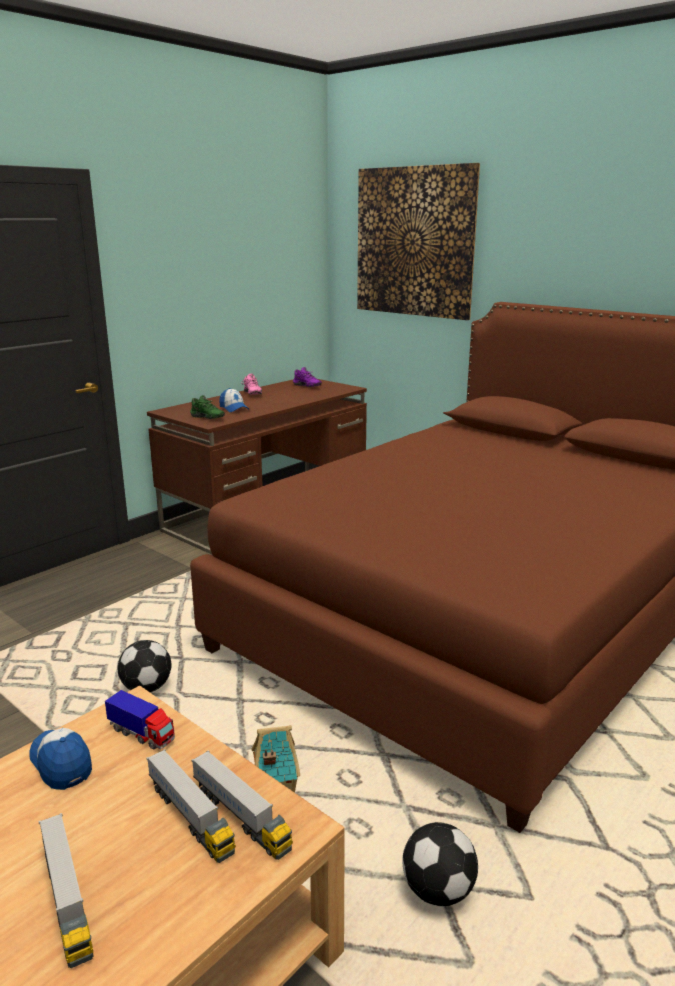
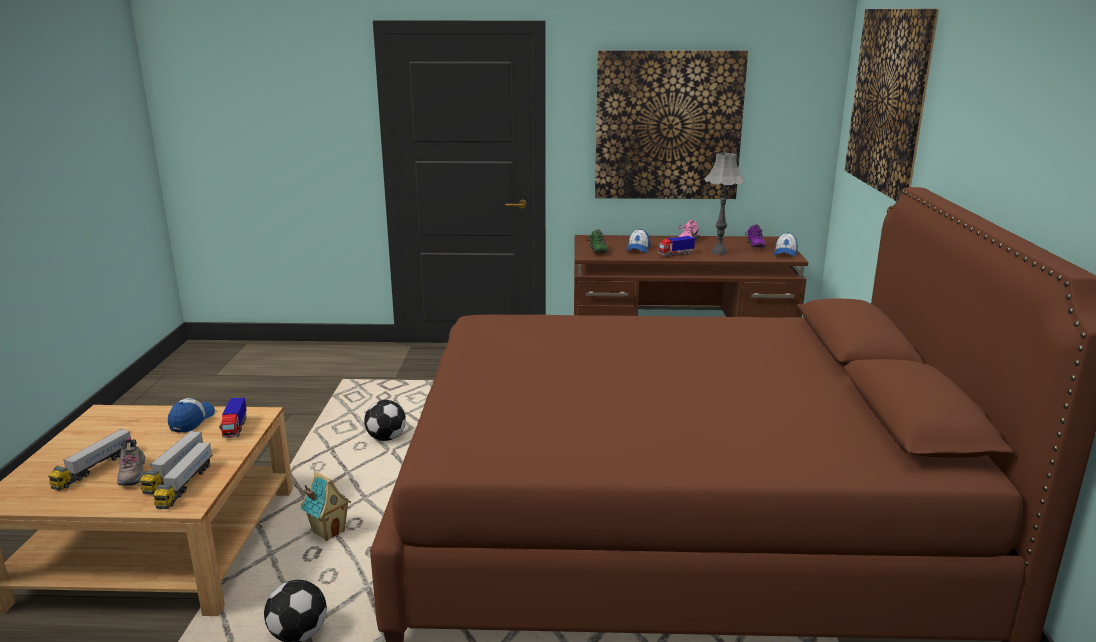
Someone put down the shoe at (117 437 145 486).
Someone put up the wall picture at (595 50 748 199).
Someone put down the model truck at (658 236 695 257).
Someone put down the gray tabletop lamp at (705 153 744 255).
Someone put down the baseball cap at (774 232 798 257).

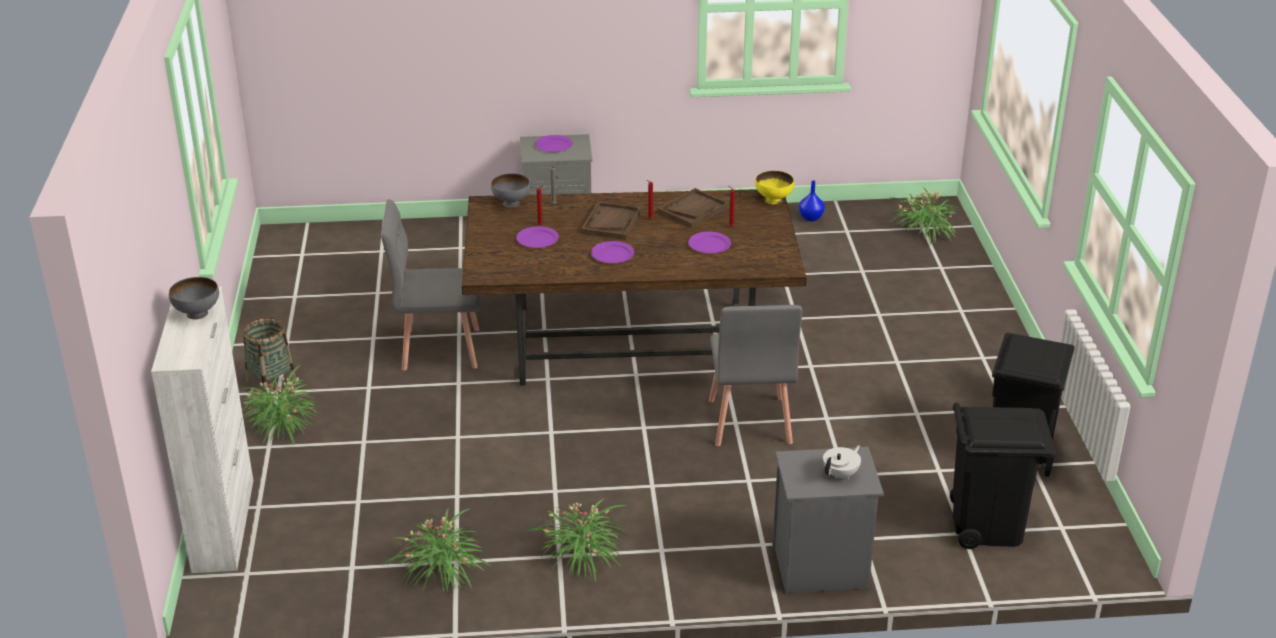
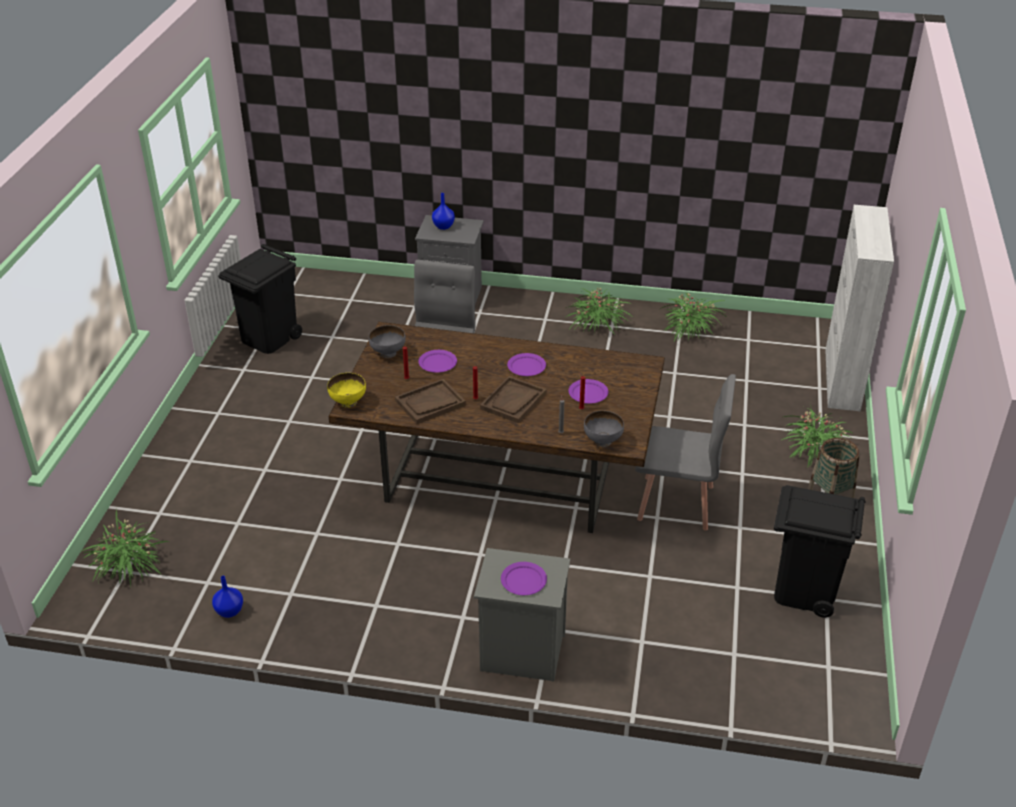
Someone carried the gray bowl from (169 277 219 319) to (369 325 406 358).
Someone swapped the white tea pot at (823 445 861 479) for the blue-coloured vase at (432 193 455 230).
Someone carried the blackish rubbish bin from (950 403 1056 549) to (774 485 866 618).

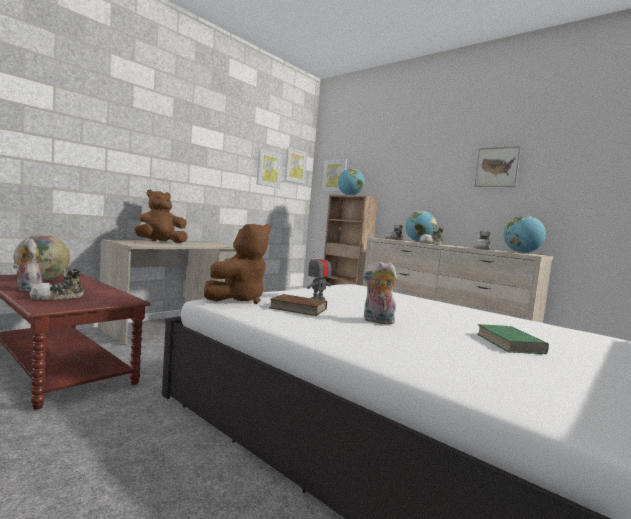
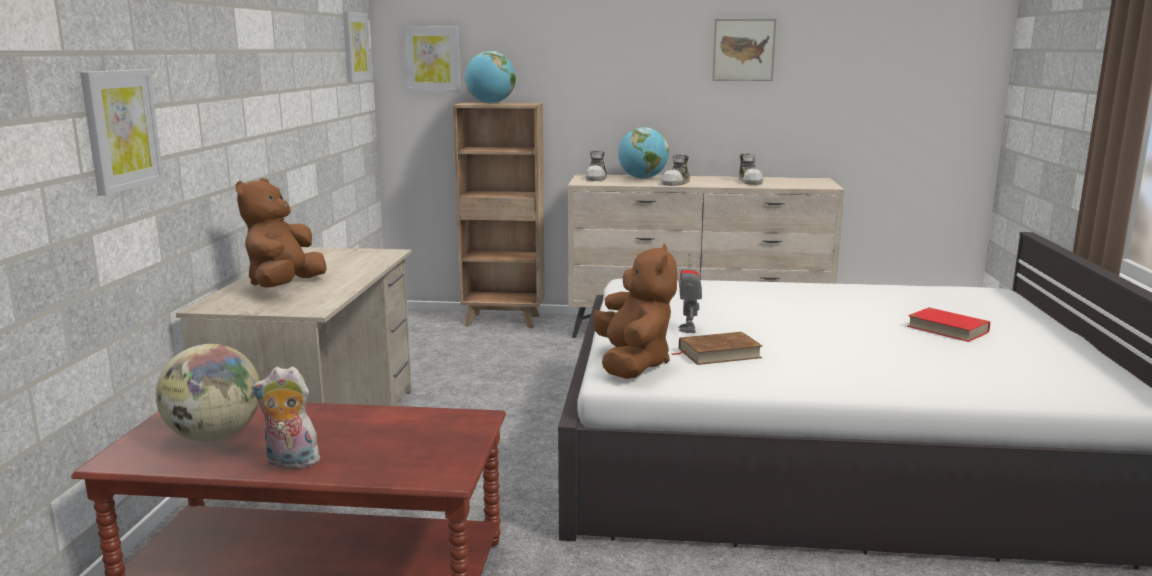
Someone took away the shoe at (30 269 84 300).
Someone carried the wall picture from (257 149 283 188) to (80 69 164 196).
Someone took away the cuddly toy at (363 262 397 324).
Someone repainted the greenish volume at (477 324 549 354), which became the reddish volume at (907 307 990 342).
Someone took away the desk globe at (504 216 546 253).

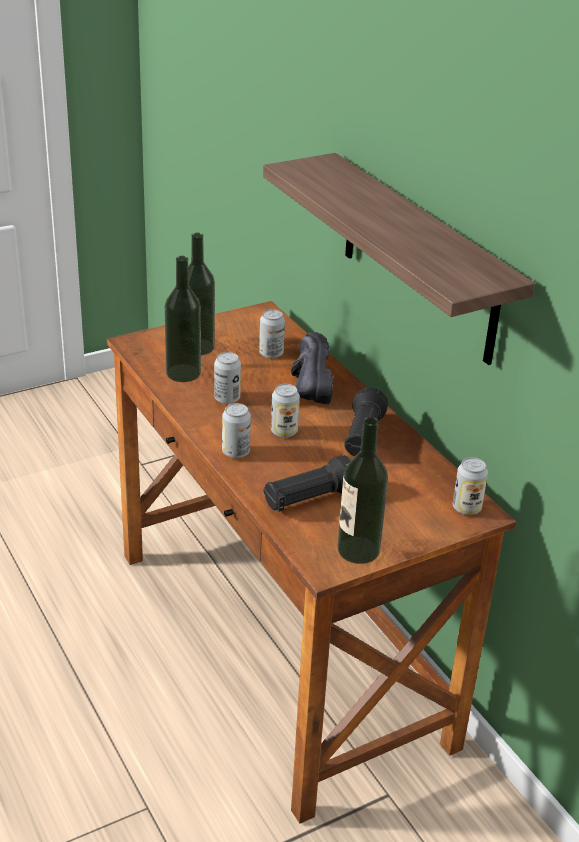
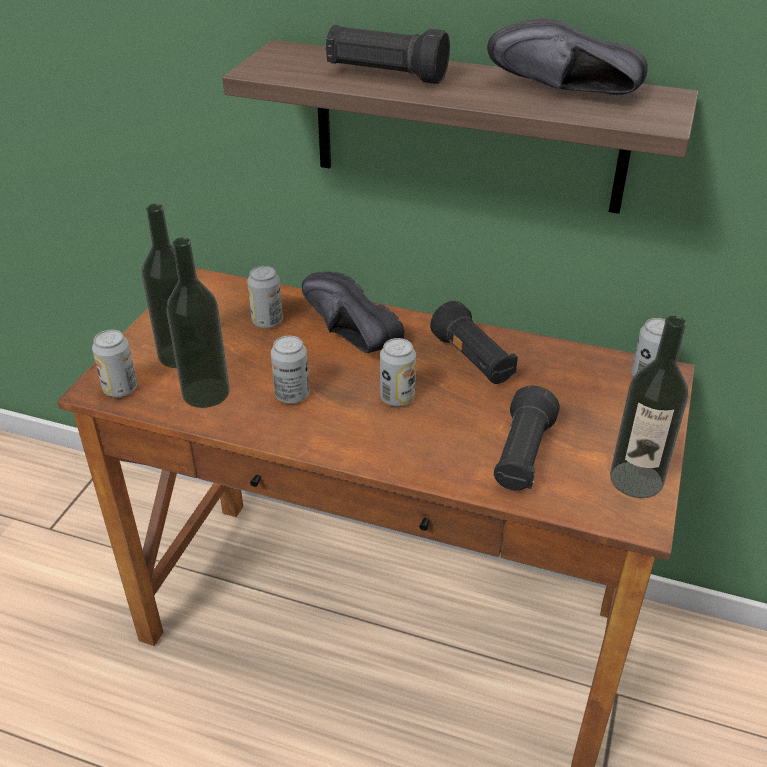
Someone carried the metal can from (222 403 251 458) to (92 330 137 397).
Someone put down the blackish hand torch at (326 25 450 84).
Someone put down the blackish shoe at (487 18 648 95).

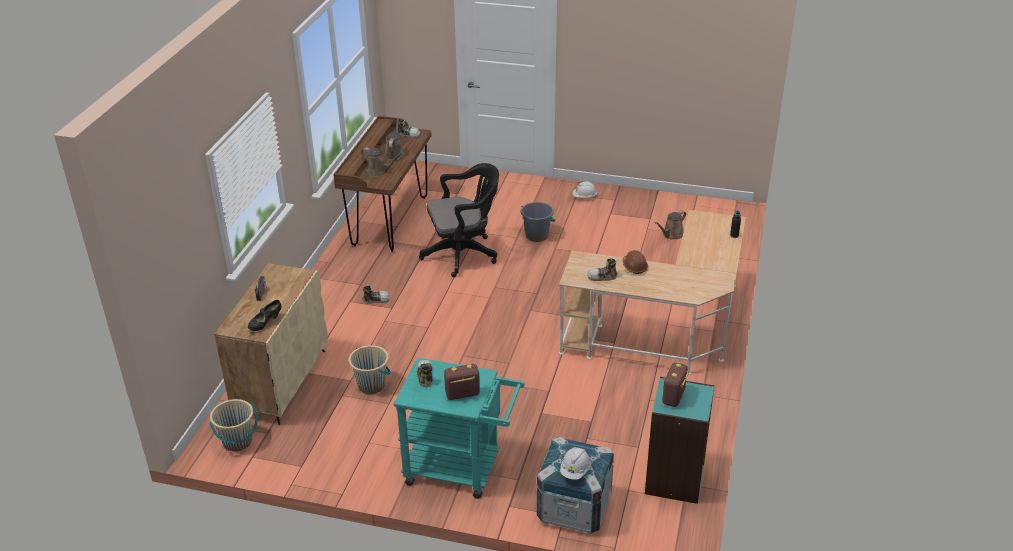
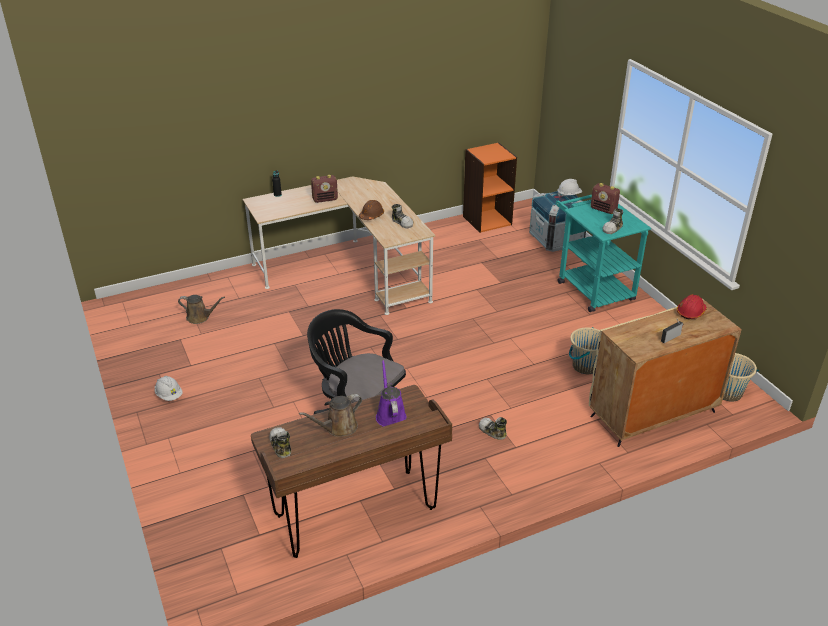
Someone swapped the blackish shoe at (248 300 281 331) for the reddish hard hat at (677 294 707 320).
Someone repainted the brown sprinkling can at (361 148 402 177), which became the purplish sprinkling can at (376 360 406 427).
Someone took away the gray bucket at (521 202 556 242).
Someone repainted the blue-green bookshelf at (645 377 715 504), which became the orange-coloured bookshelf at (463 142 517 233).
Someone carried the radio from (662 362 689 407) to (311 175 338 203).

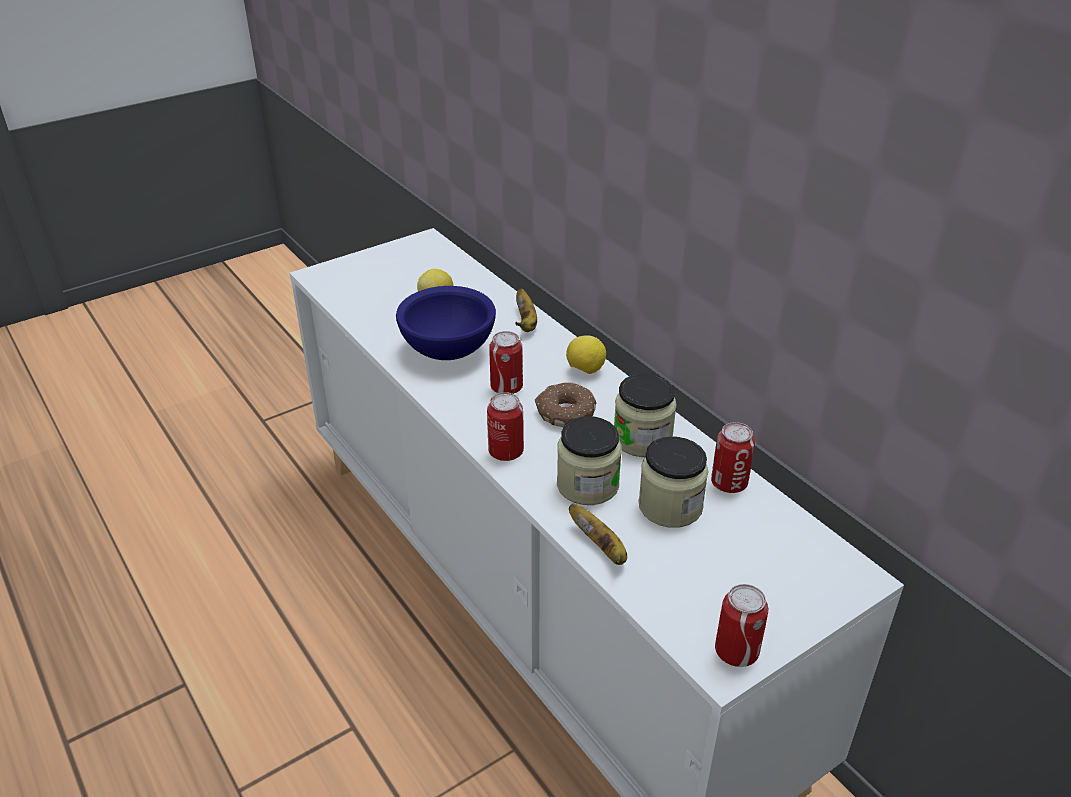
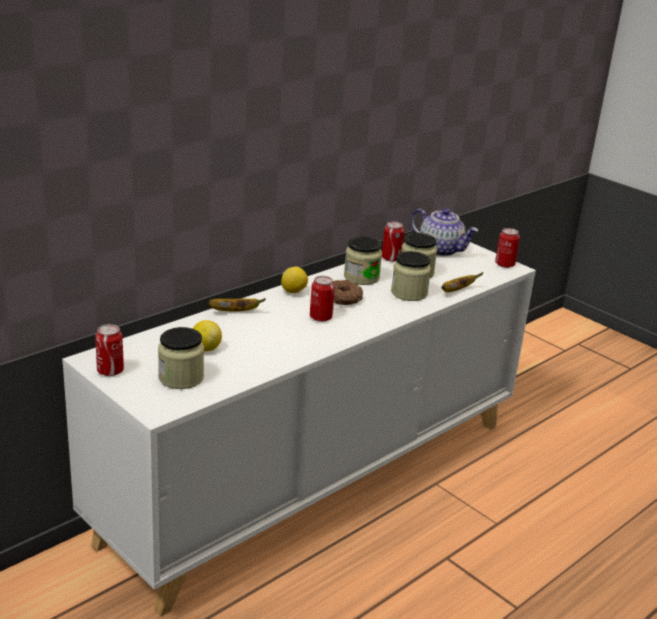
Someone took away the blue-coloured bowl at (396 286 496 360).
Someone carried the metal can from (487 392 524 461) to (95 324 124 376).
Someone put down the jar at (158 327 204 389).
Someone put down the tea pot at (411 208 479 256).

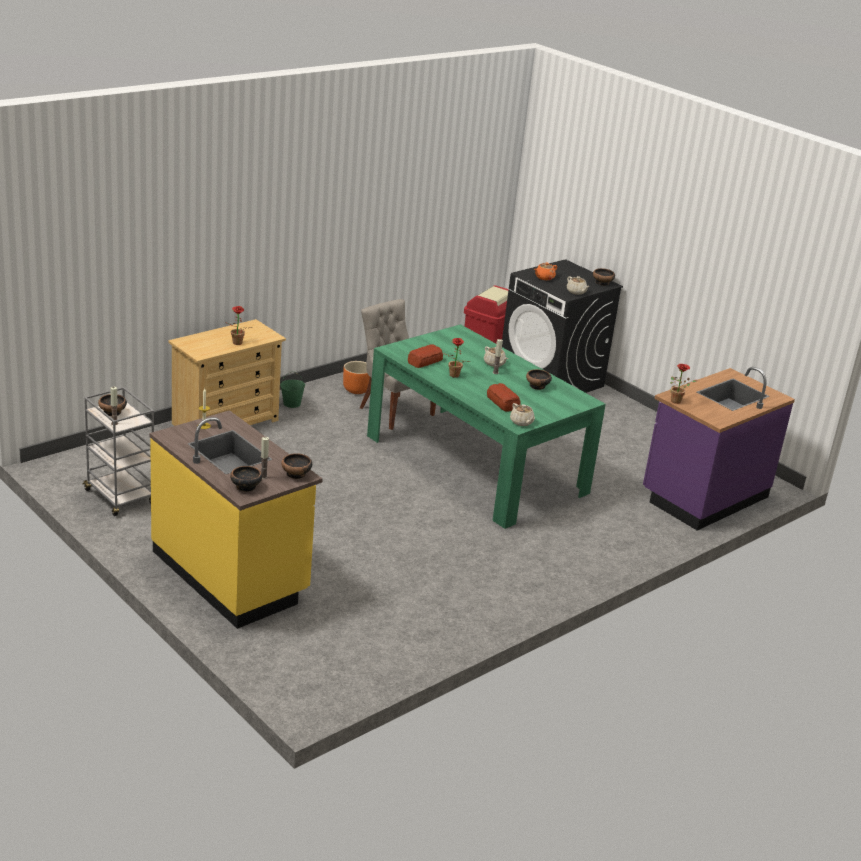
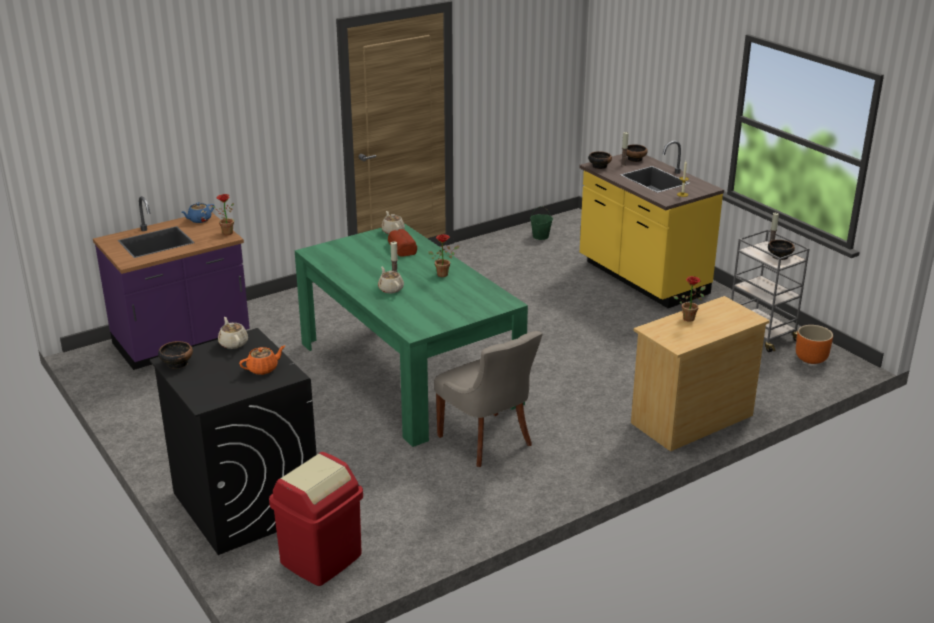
Someone carried the greenish bucket from (280 371 305 408) to (530 206 553 240).
Someone carried the orange-coloured flower pot from (343 361 370 394) to (796 325 833 364).
Someone took away the bread at (408 344 443 368).
Someone took away the bowl at (526 369 552 390).
Someone put down the blue-coloured tea pot at (182 202 214 223).

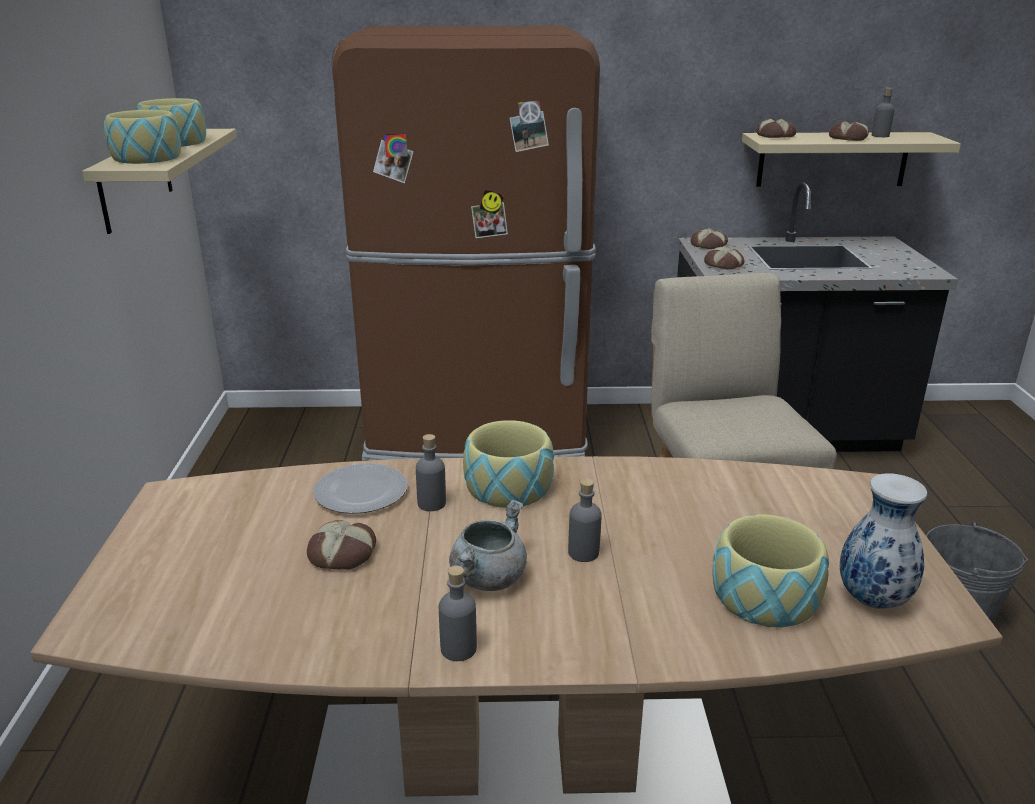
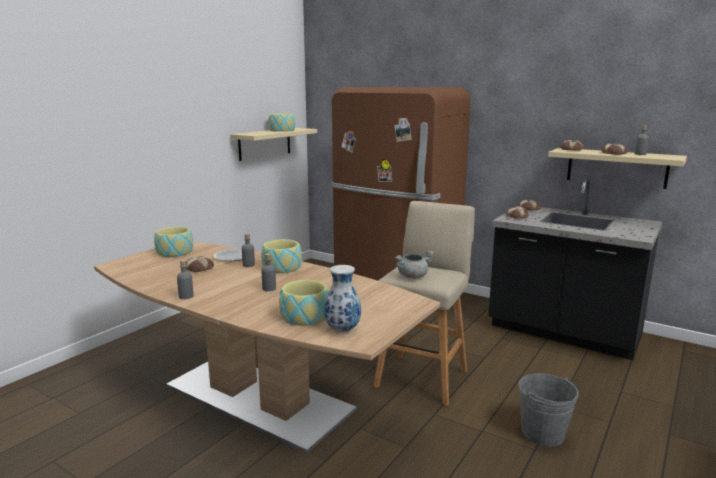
Someone carried the bowl from (104 110 181 164) to (154 227 193 257).
Someone carried the gray saucepot from (449 499 527 591) to (395 250 434 279).

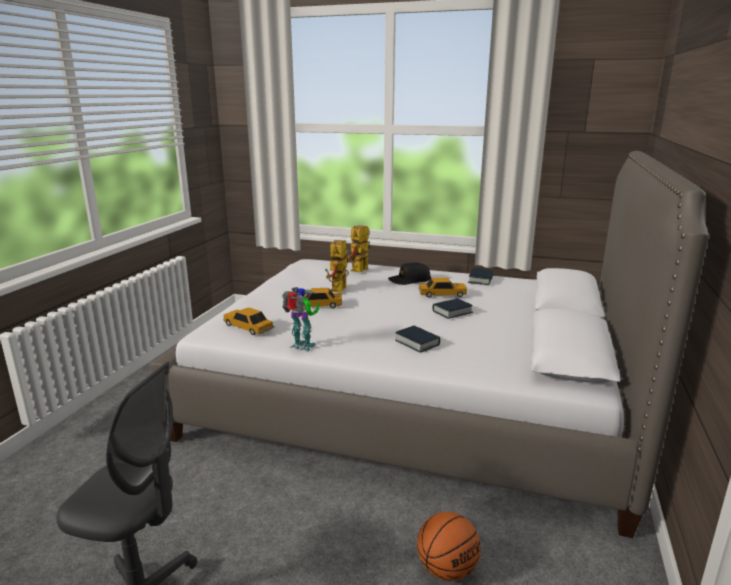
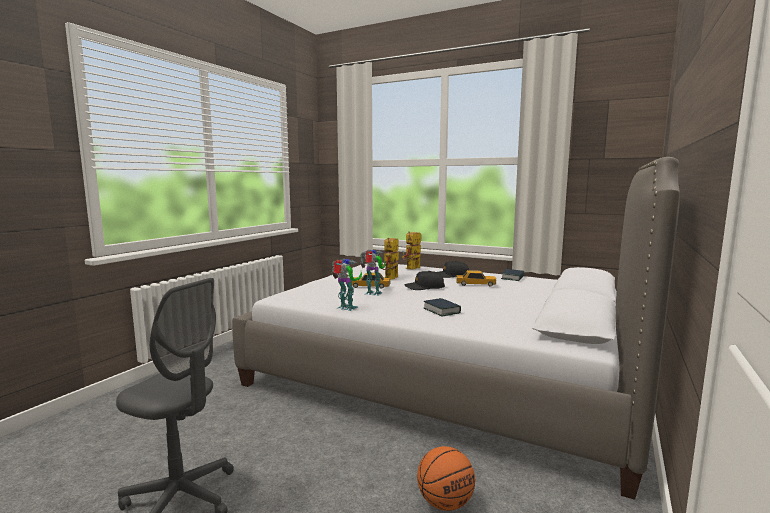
Someone took away the model car at (223 307 274 335).
Someone took away the volume at (433 298 473 319).
Someone put down the model robot at (361 250 386 296).
Someone put down the blackish baseball cap at (404 271 445 290).

